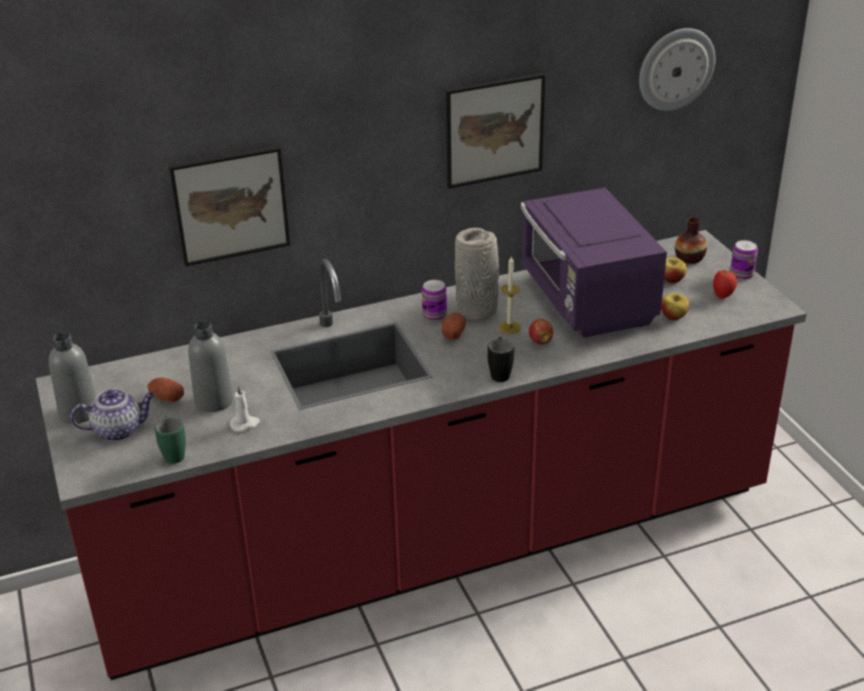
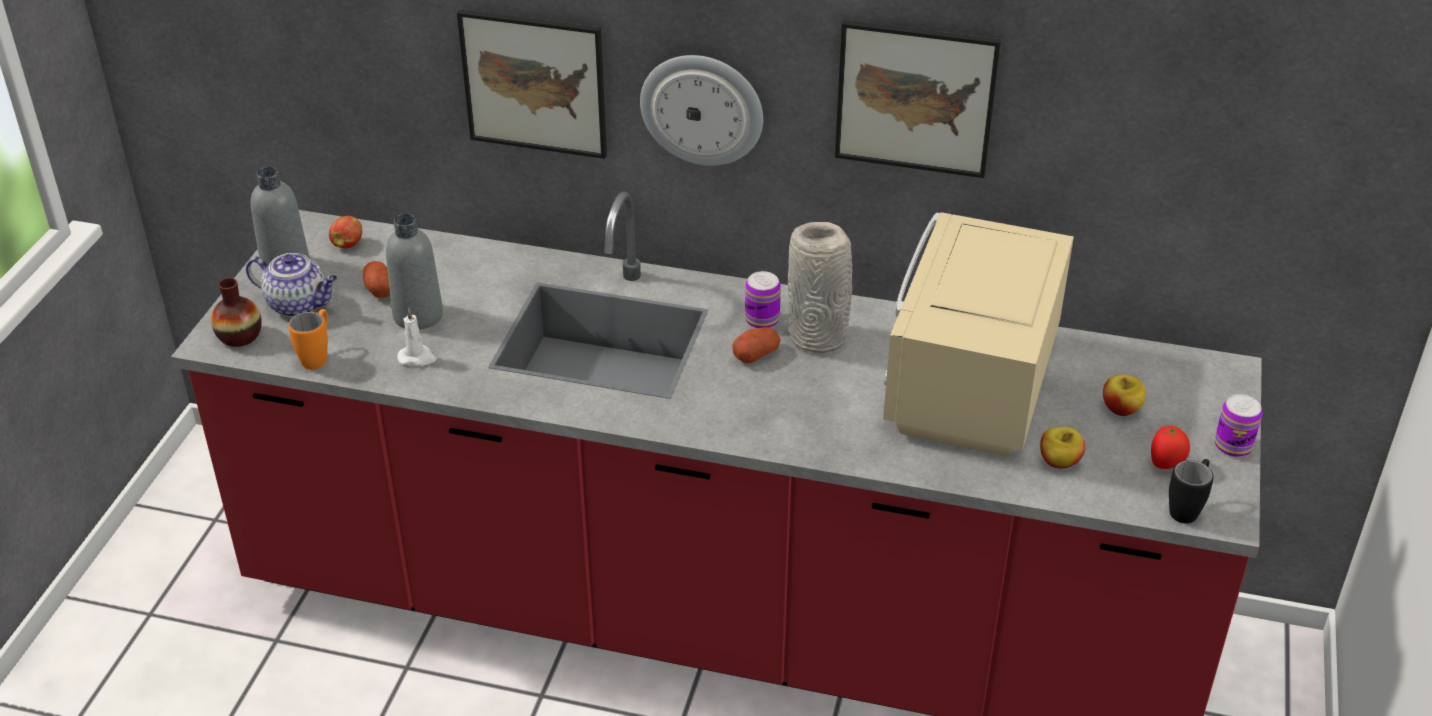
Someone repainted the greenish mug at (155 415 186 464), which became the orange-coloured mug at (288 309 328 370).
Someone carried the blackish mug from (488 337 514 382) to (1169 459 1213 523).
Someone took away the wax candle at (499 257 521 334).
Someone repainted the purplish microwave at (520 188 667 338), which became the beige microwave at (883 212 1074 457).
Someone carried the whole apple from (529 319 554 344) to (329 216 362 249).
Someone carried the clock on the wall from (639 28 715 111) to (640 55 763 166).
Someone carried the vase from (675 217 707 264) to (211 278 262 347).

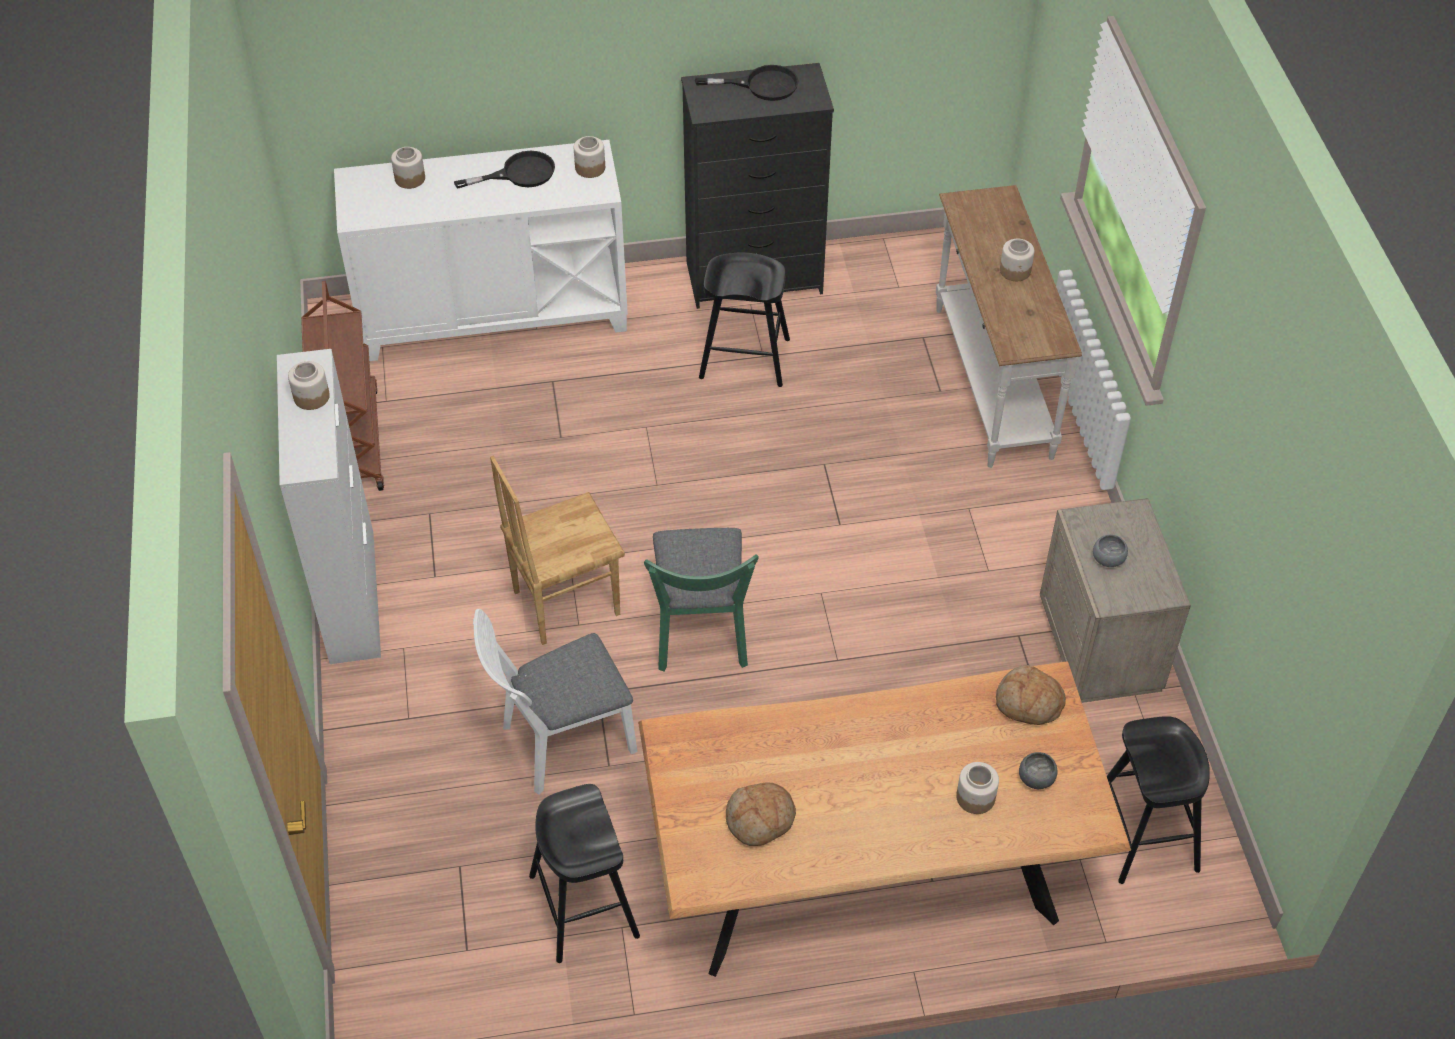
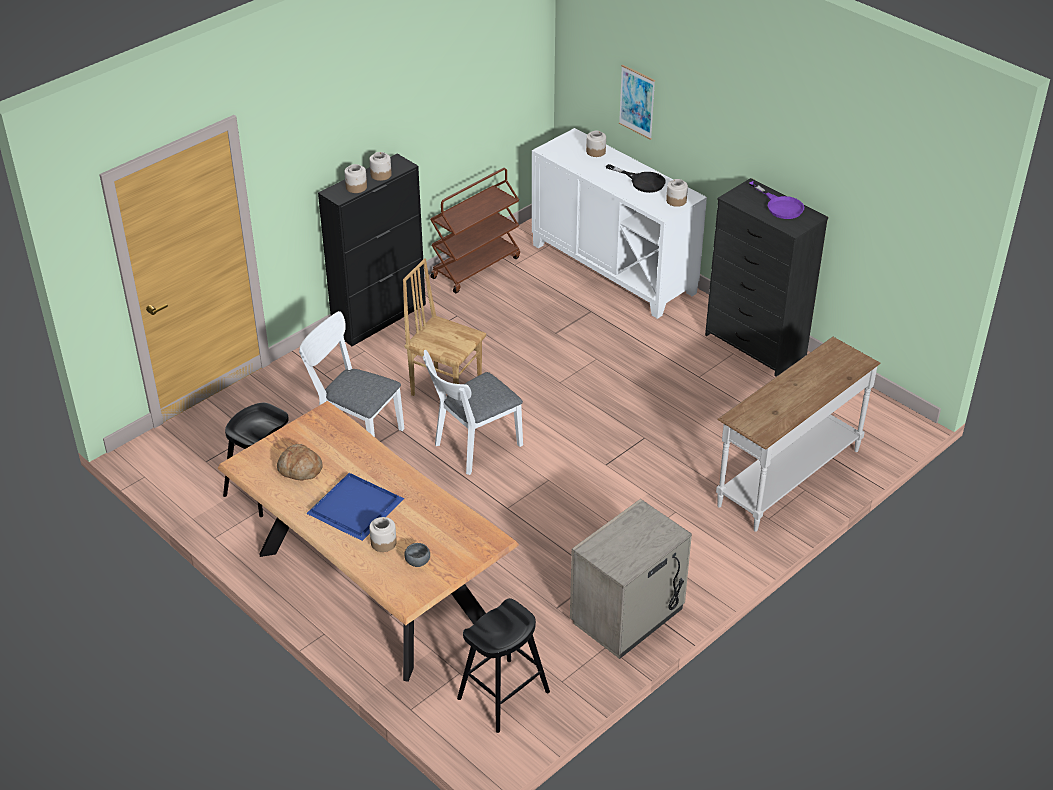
Someone repainted the white storage cabinet at (277 349 381 664), which became the blackish storage cabinet at (318 154 426 346).
Someone repainted the greenish upright chair at (644 528 759 671), which became the white upright chair at (423 350 523 475).
Someone repainted the blackish pan at (695 65 799 101), which became the purplish pan at (749 181 804 219).
Someone took away the blackish stool seat at (699 253 790 387).
Someone took away the bread at (996 665 1066 725).
Someone carried the jar from (1000 239 1035 281) to (344 164 367 193).
Someone took away the gray bowl at (1093 535 1128 567).
Someone put down the blue-coloured tray at (306 473 404 541).
Someone put up the wall picture at (619 65 655 140).

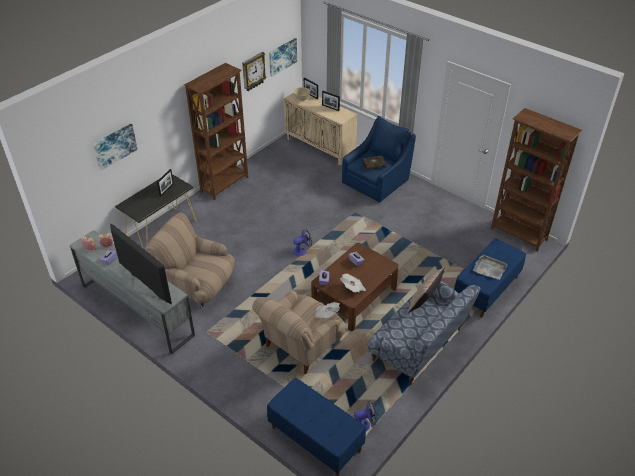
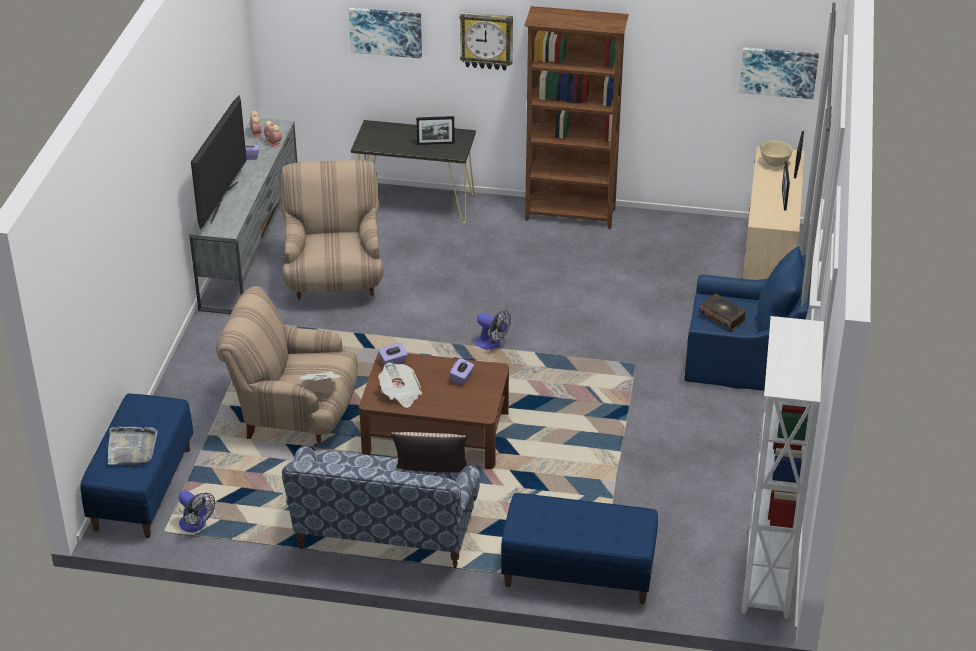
Someone carried the clock on the wall from (242 52 266 91) to (460 12 513 70).
Someone carried the gray tray from (473 255 507 280) to (108 427 158 465).
Someone repainted the brown bookshelf at (491 108 582 251), which became the white bookshelf at (741 316 824 619).

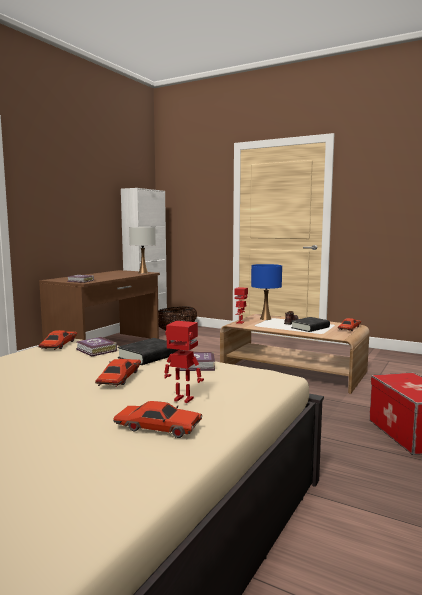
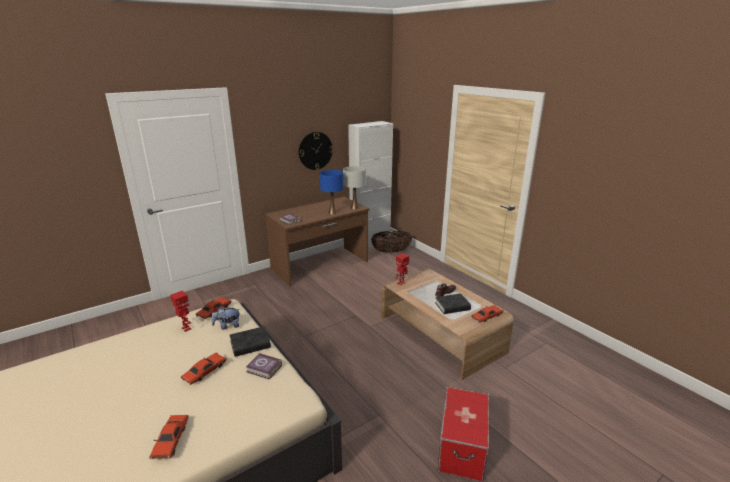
Someone swapped the volume at (76 337 117 356) for the cuddly toy at (212 306 240 330).
Someone rotated the reddish model car at (113 401 202 438) by 45 degrees clockwise.
Someone carried the model robot from (165 321 204 403) to (170 291 191 332).
Someone carried the blue-coloured tabletop lamp from (251 264 282 320) to (319 170 344 214).
Someone put up the clock on the wall at (299 132 333 170).

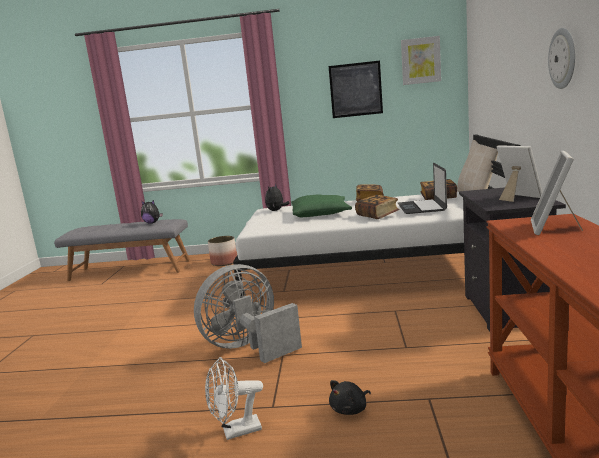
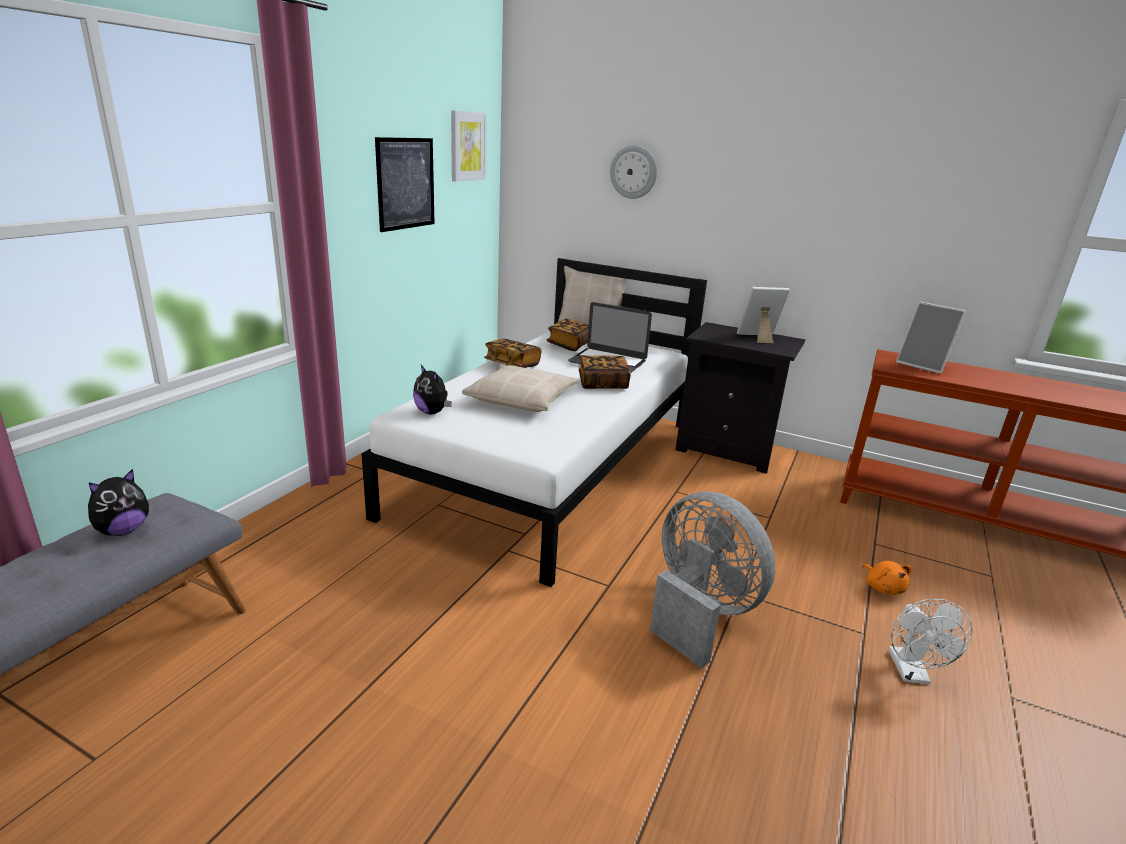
Someone rotated the gray cooling fan at (194 264 302 363) by 150 degrees clockwise.
Someone took away the flower pot at (208 236 237 266).
Someone repainted the greenish pillow at (291 194 352 217), which became the beige pillow at (462 365 579 412).
Someone repainted the blackish cuddly toy at (329 380 371 415), which became the orange-coloured cuddly toy at (862 561 912 595).
Someone carried the clock on the wall from (548 28 576 89) to (610 145 657 199).

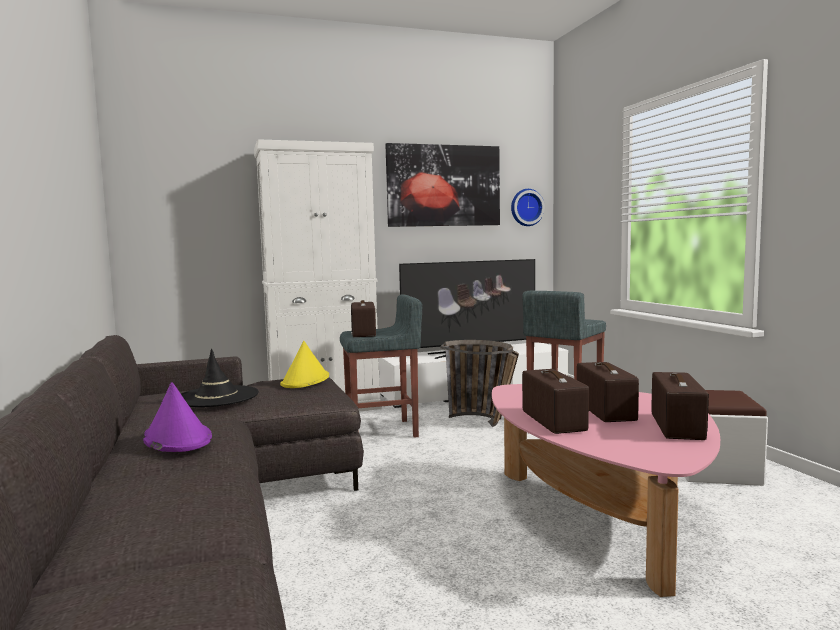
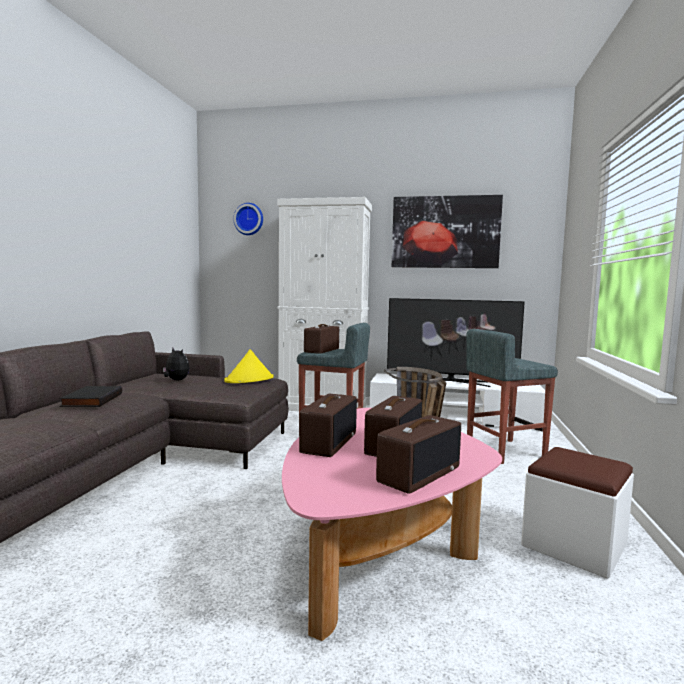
Someone swapped the purplish clothing hat at (143 382 212 452) for the blackish volume at (59 386 122 407).
Someone swapped the blackish clothing hat at (181 349 259 407) for the cuddly toy at (163 348 189 380).
Someone carried the clock on the wall from (511 189 545 226) to (233 203 263 235).

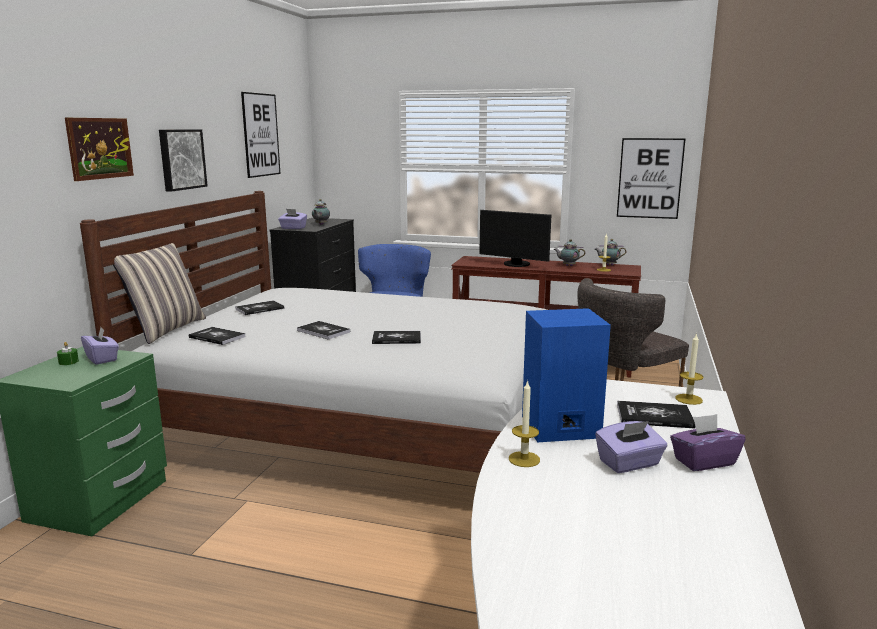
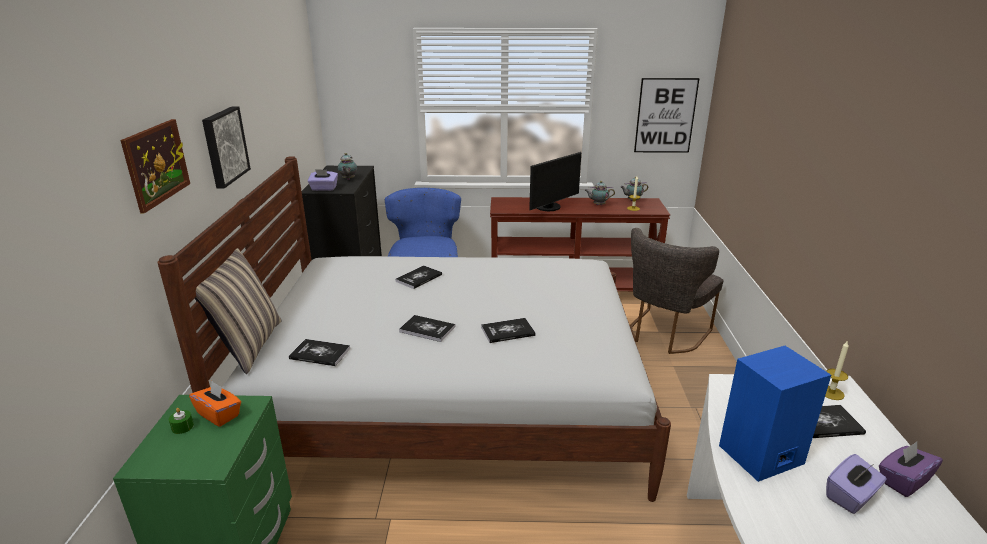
Someone repainted the purplish box of tissues at (81 327 119 365), which became the orange-coloured box of tissues at (189 381 241 427).
Someone carried the volume from (235 300 284 315) to (395 265 442 289).
Someone took away the wall picture at (241 92 280 178).
Someone rotated the computer display at (479 210 551 267) by 60 degrees counterclockwise.
Someone took away the wax candle at (509 380 540 467).

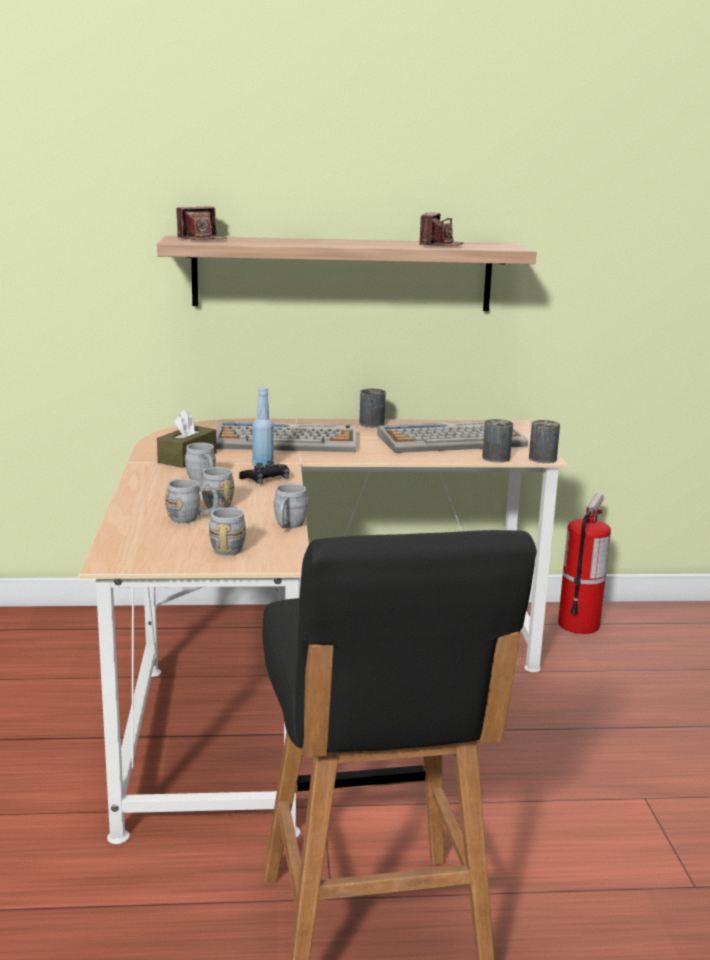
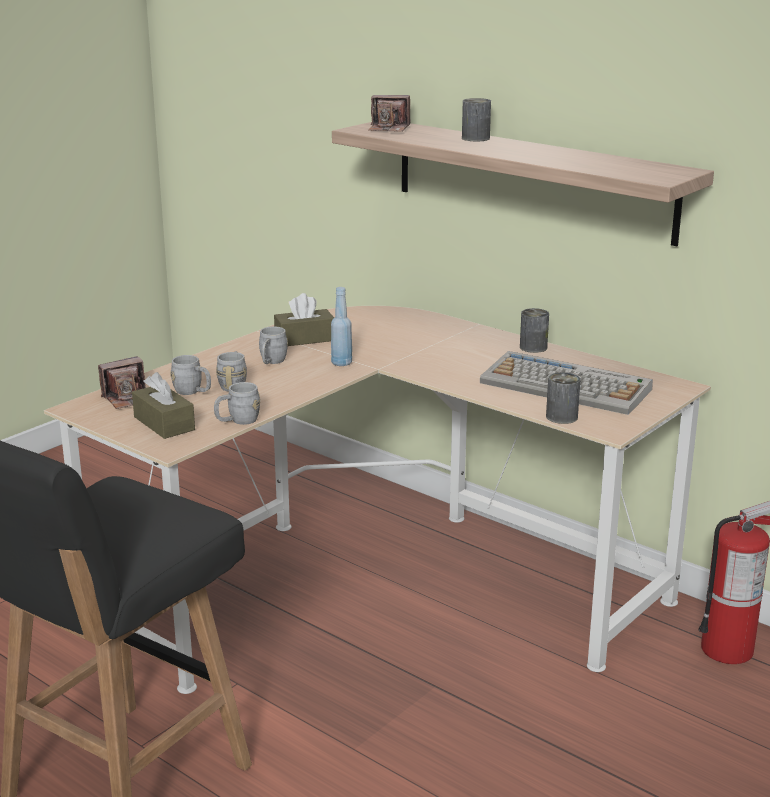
Someone swapped the gray mug at (209 507 246 556) for the brown box of tissues at (132 372 195 439).
Someone took away the keyboard at (216 422 356 452).
Someone took away the blackish joypad at (239 460 289 484).
Someone carried the photo camera from (419 212 464 246) to (98 356 146 409).
Someone carried the metal can from (529 420 560 463) to (462 98 491 141).

